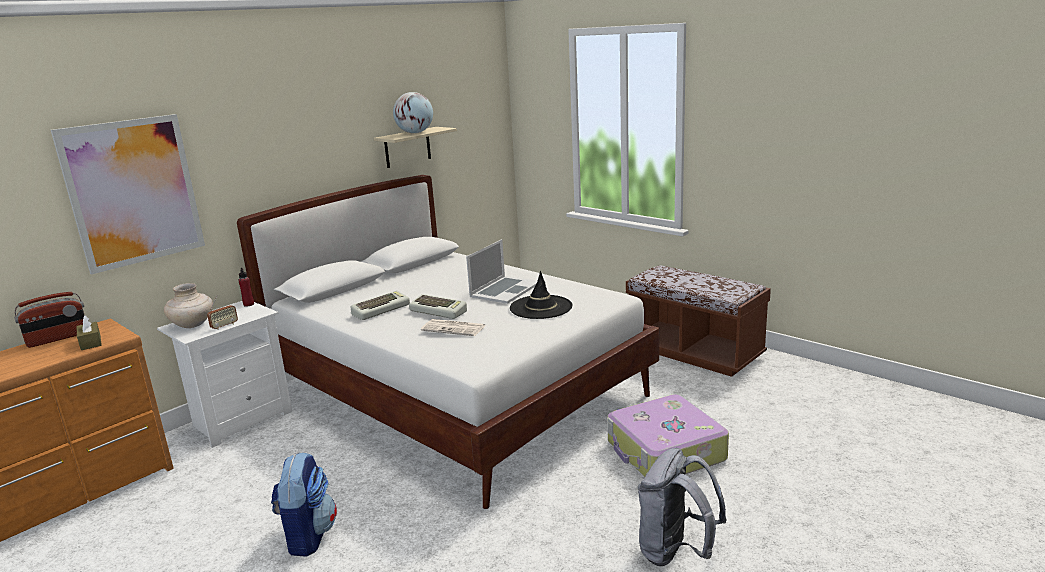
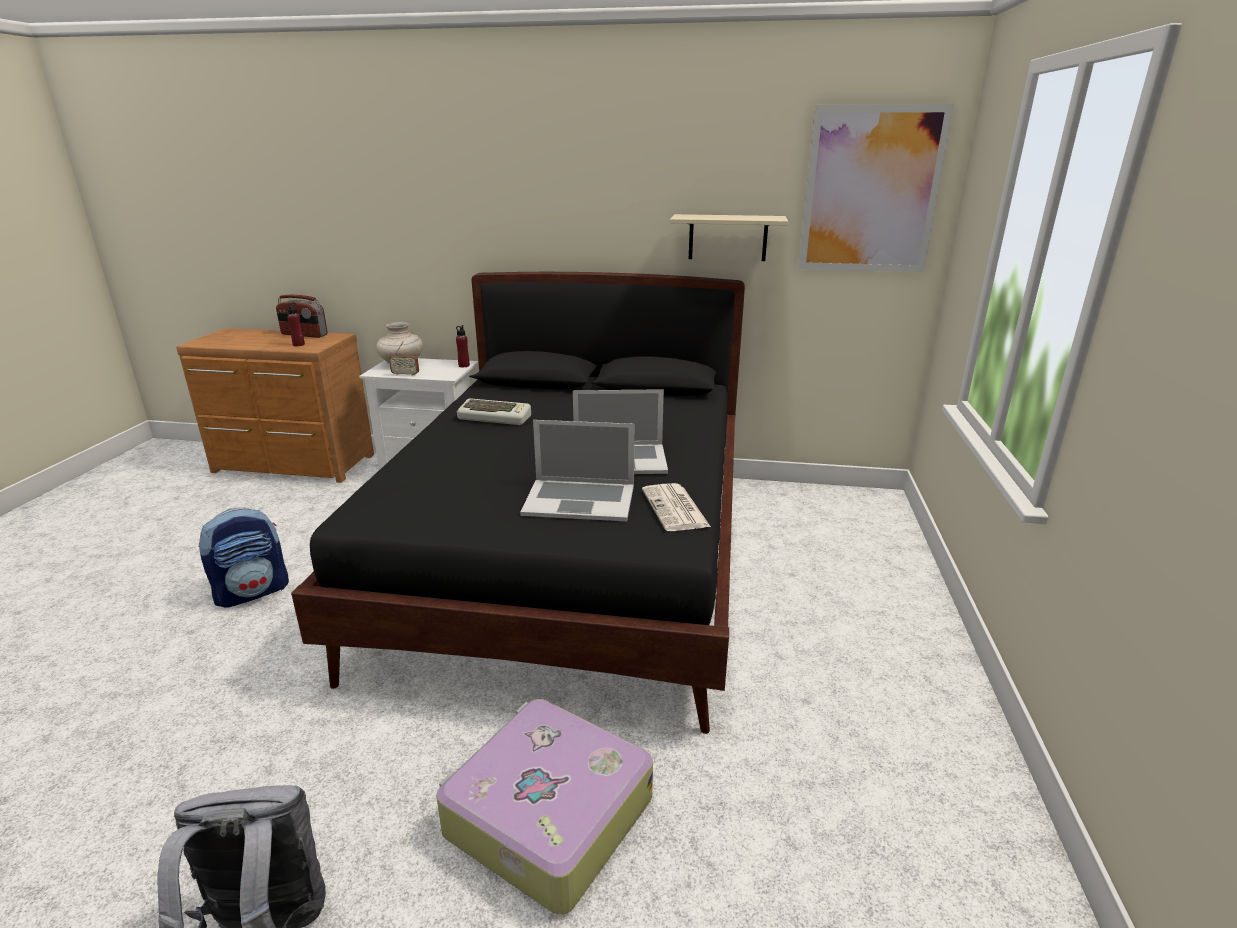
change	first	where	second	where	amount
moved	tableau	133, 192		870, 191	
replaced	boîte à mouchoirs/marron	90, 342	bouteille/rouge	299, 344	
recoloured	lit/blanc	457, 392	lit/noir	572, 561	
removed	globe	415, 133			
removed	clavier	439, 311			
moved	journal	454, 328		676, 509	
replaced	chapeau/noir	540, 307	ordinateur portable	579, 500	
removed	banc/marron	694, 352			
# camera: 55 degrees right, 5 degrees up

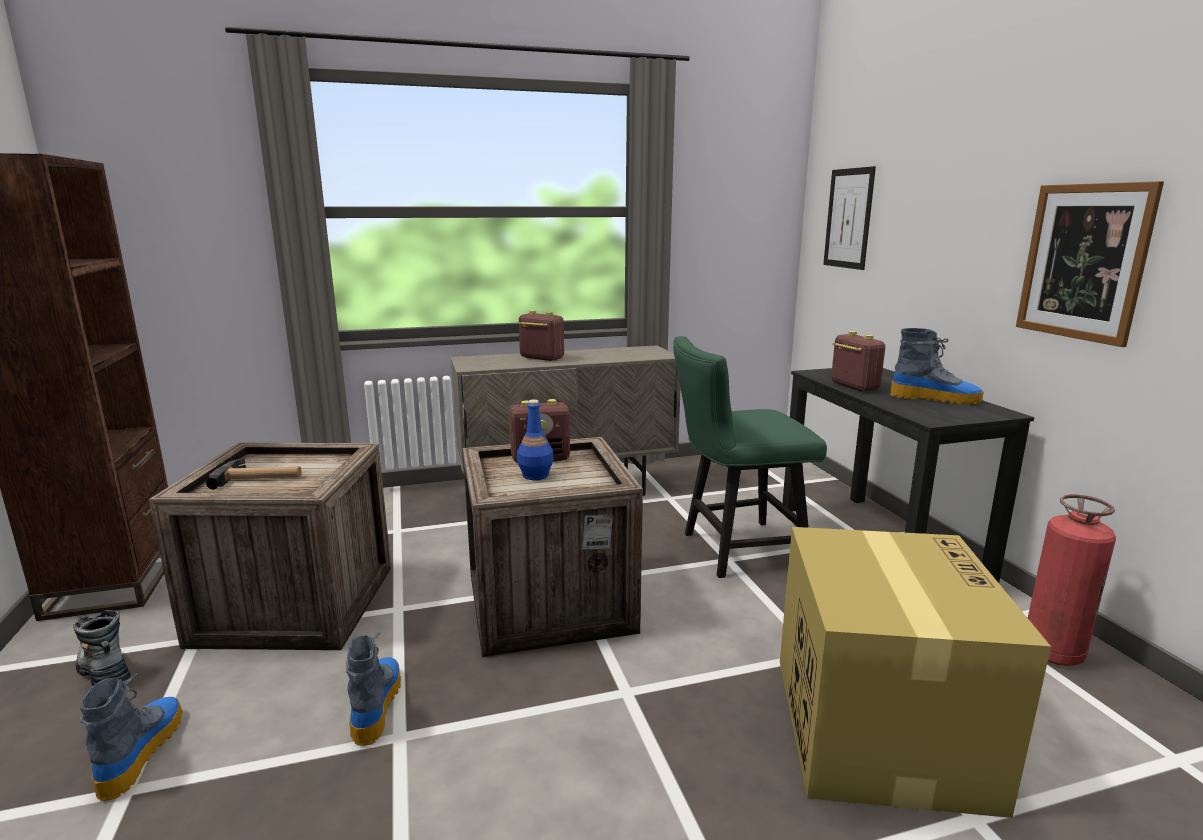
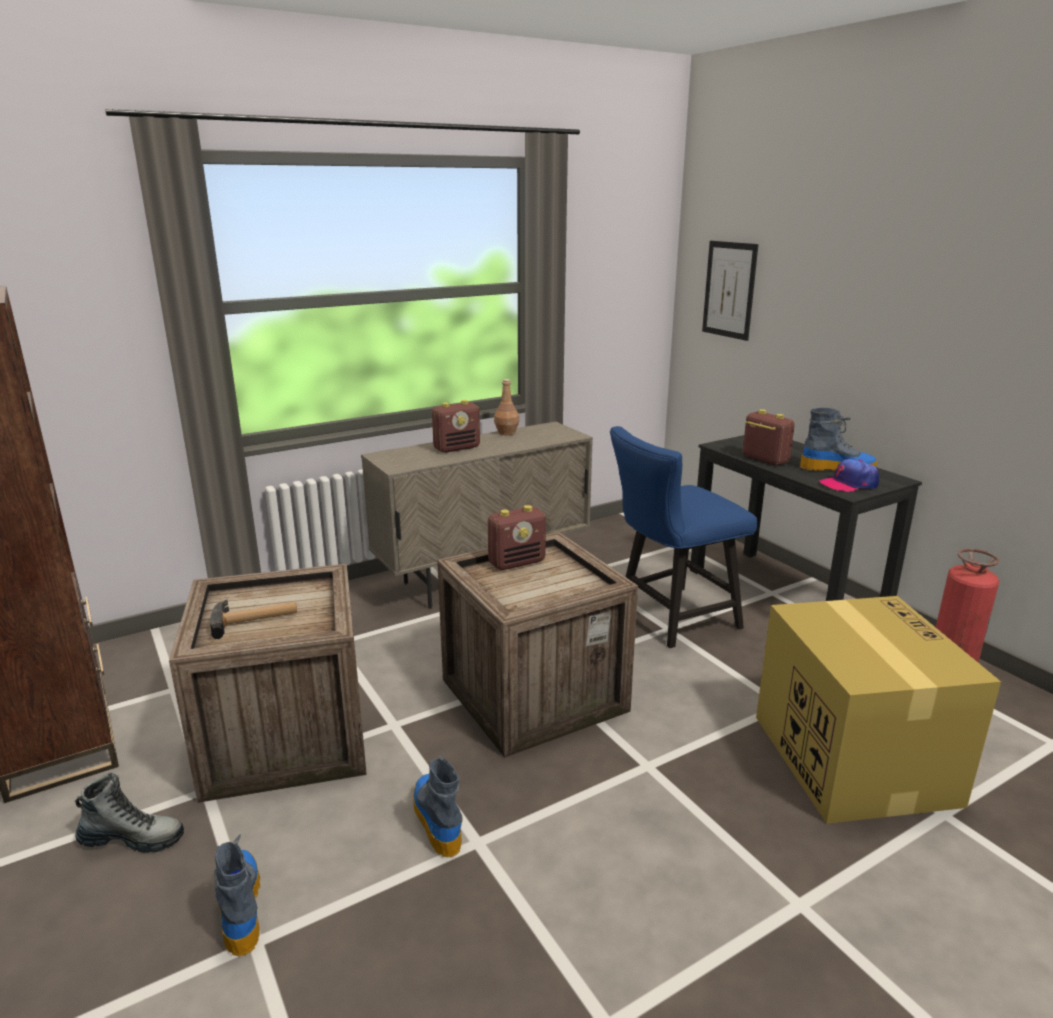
change	first	where	second	where	amount
turned	botte	104, 670		133, 839	150 degrees clockwise
removed	bouteille/bleu	535, 475			
turned	radio	541, 358		457, 448	135 degrees clockwise
recoloured	chaise/vert	735, 551	chaise/bleu	670, 619	
removed	tableau	1083, 262			
added			bouteille/marron	506, 432	
added			casquette	849, 484	
# camera: 15 degrees left, 5 degrees up

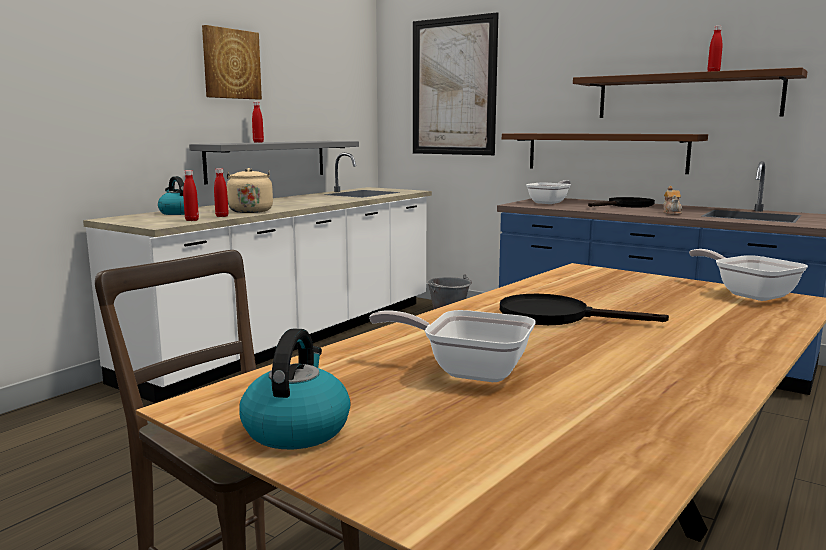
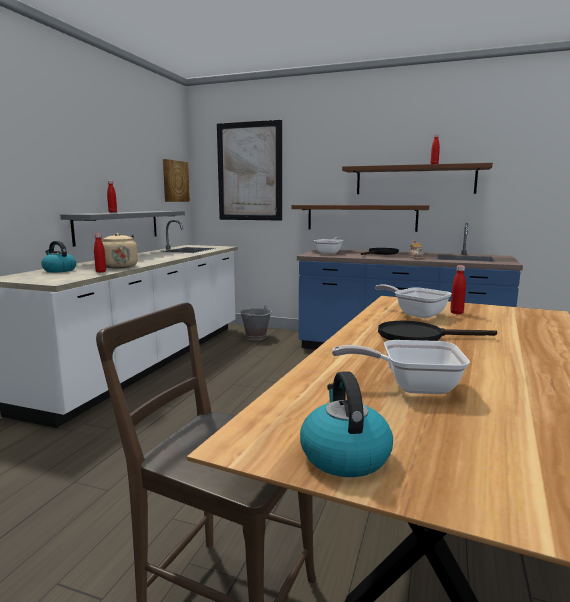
change	first	where	second	where	amount
moved	bouteille/rouge	192, 220		456, 313	
moved	tableau	231, 64		175, 181	
moved	poêle	749, 294		416, 314	
# camera: 15 degrees left, 0 degrees up

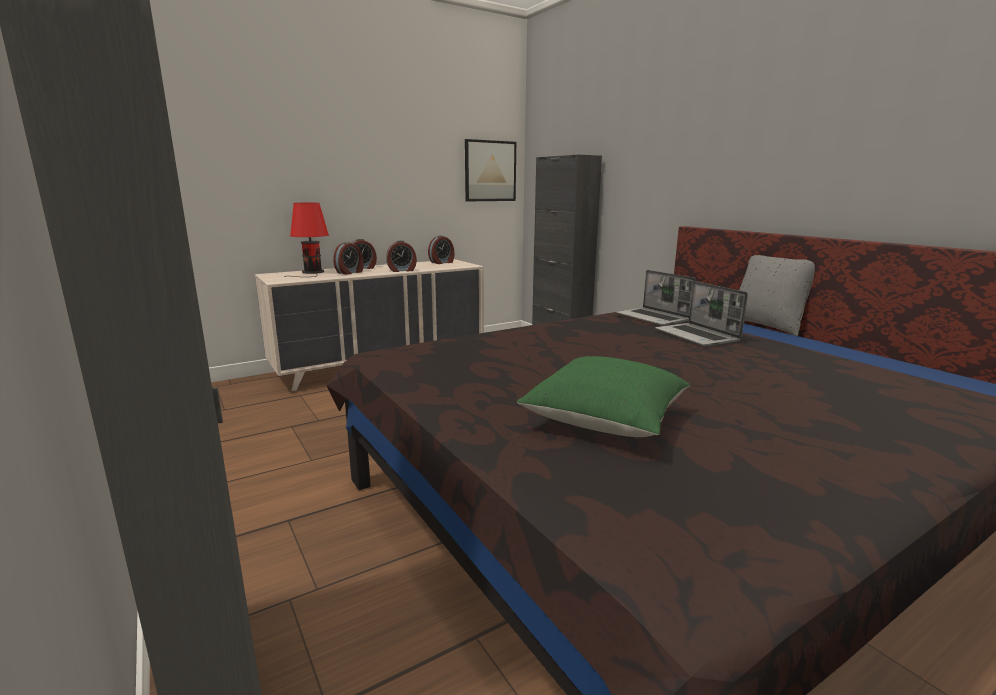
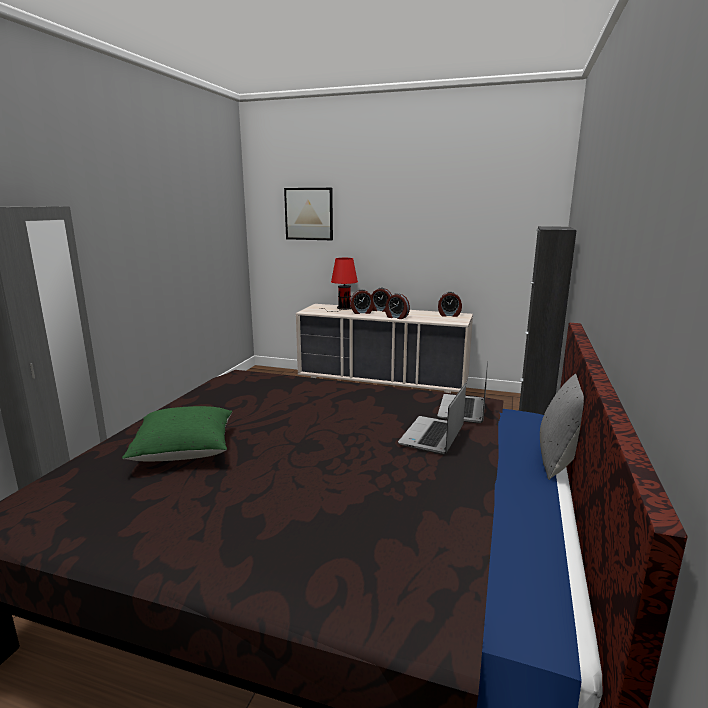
change	first	where	second	where	amount
moved	tableau	490, 171		309, 214	
# camera: 50 degrees right, 0 degrees up

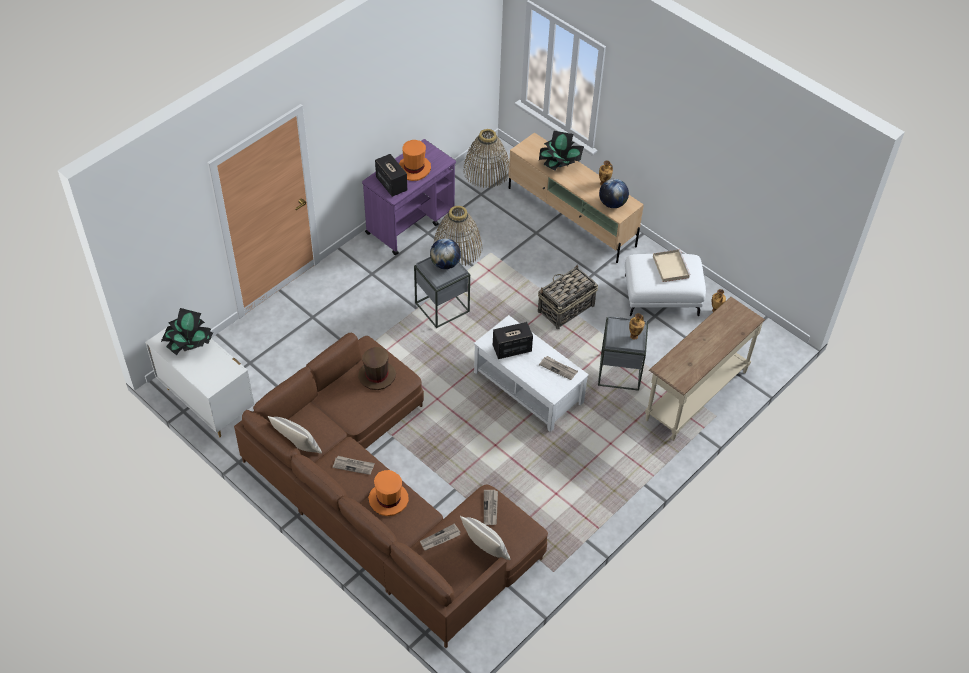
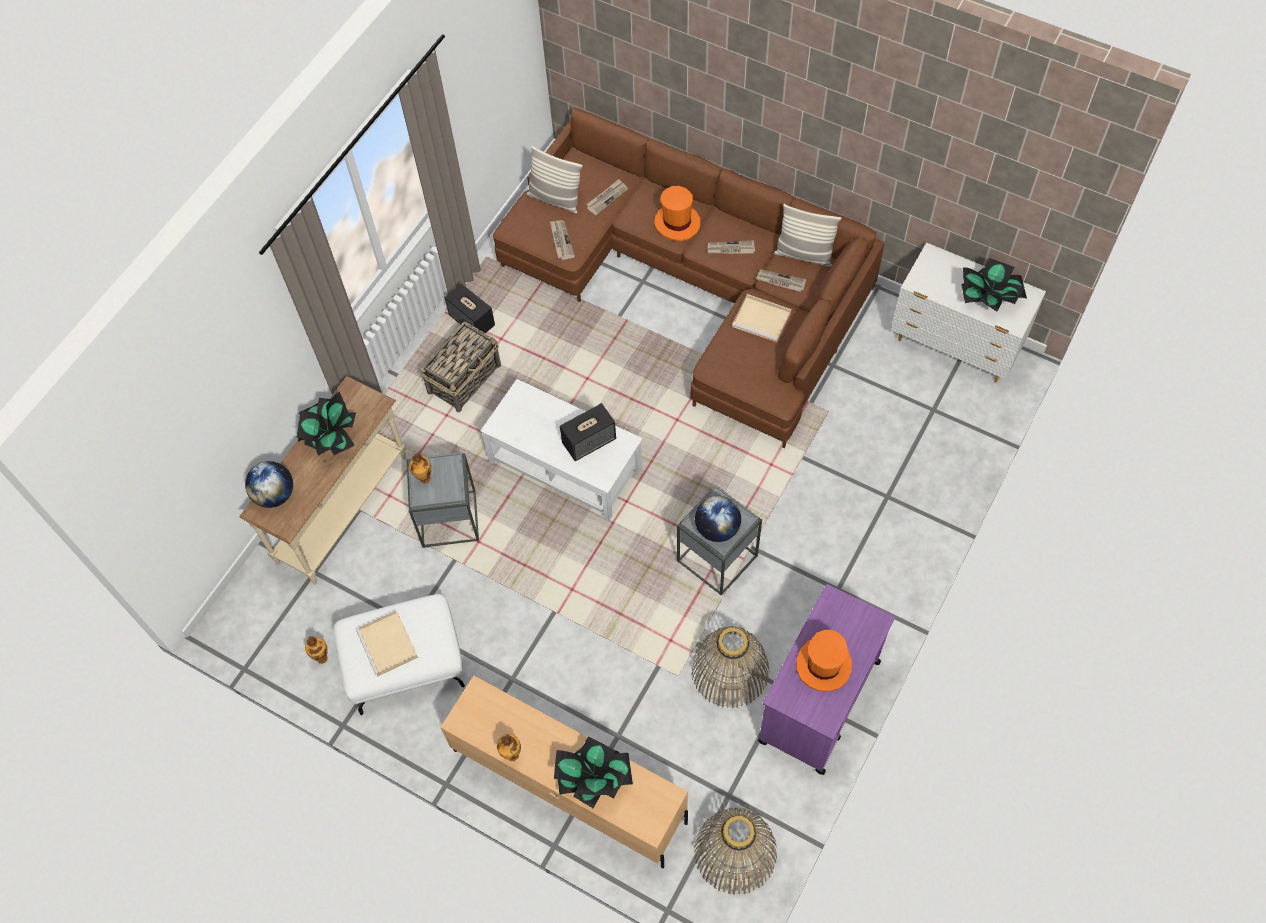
change	first	where	second	where	amount
removed	chapeau/marron	377, 376			
moved	enceinte	391, 184		472, 321	
moved	panier	565, 309		465, 378	
moved	journal	558, 368		780, 281	
moved	globe	612, 203		275, 495	
added			plante en pot	330, 438	
added			plateau/beige	762, 320	
# camera: 170 degrees right, 10 degrees up

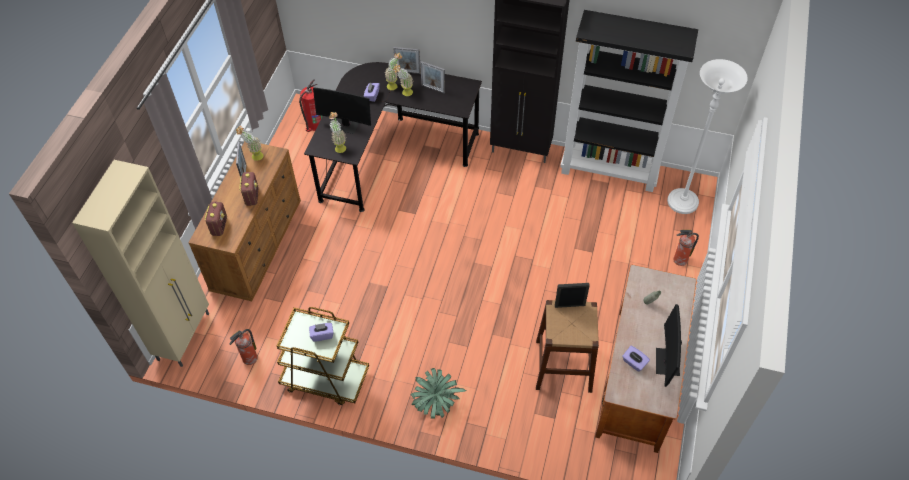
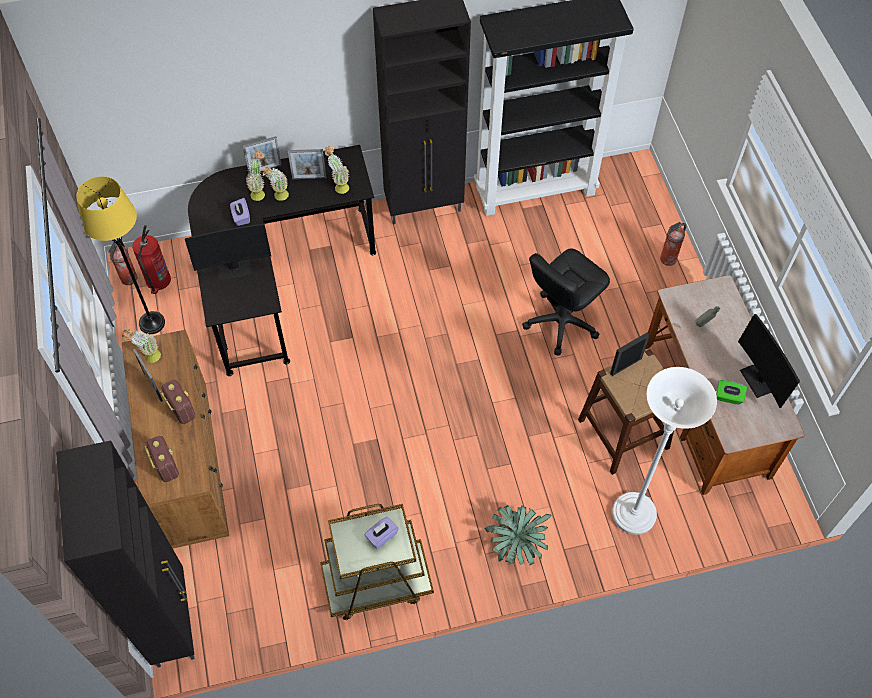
change	first	where	second	where	amount
recoloured	meuble de rangement/beige	184, 335	meuble de rangement/noir	171, 619	
moved	extincteur	249, 359		128, 279	
moved	plante en pot	339, 146		338, 186	
recoloured	boîte à mouchoirs/violet	634, 363	boîte à mouchoirs/vert	728, 397	
moved	lampadaire/blanc	682, 202		633, 514	
added			lampadaire/jaune	152, 323	
added			chaise de bureau/noir	561, 322	
# camera: 30 degrees left, 5 degrees up

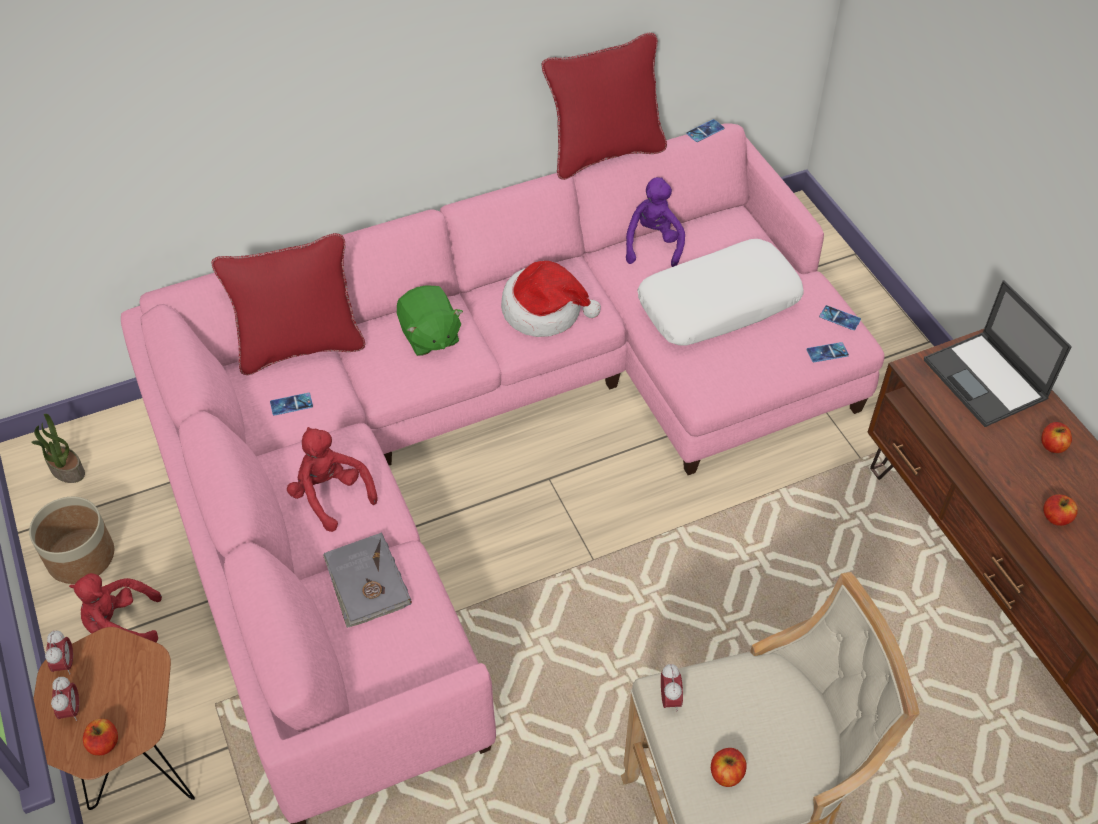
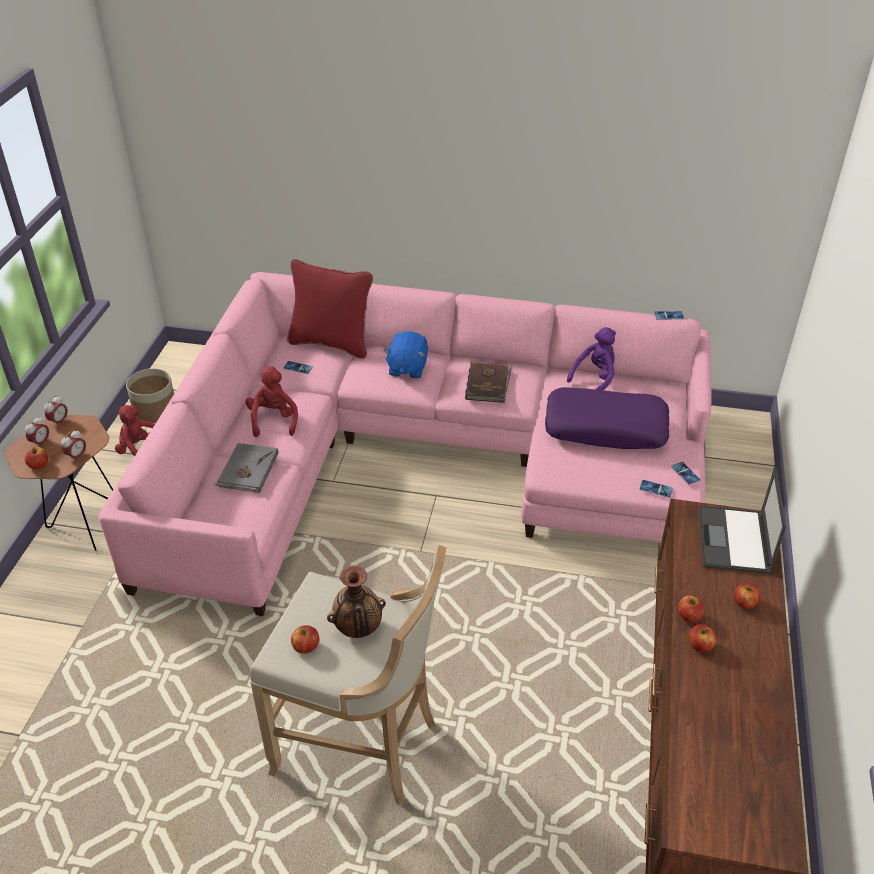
change	first	where	second	where	amount
removed	plante en pot	66, 470			
recoloured	peluche/vert	429, 336	peluche/bleu	407, 368	
replaced	chapeau	544, 311	livre/marron	488, 384	
removed	coussin/rouge	604, 153			
recoloured	coussin/blanc	718, 304	coussin/violet	605, 428	
moved	réveil	669, 699		77, 456	
added			vase	358, 628	
added			pomme	689, 616	
# camera: 35 degrees right, 10 degrees down

